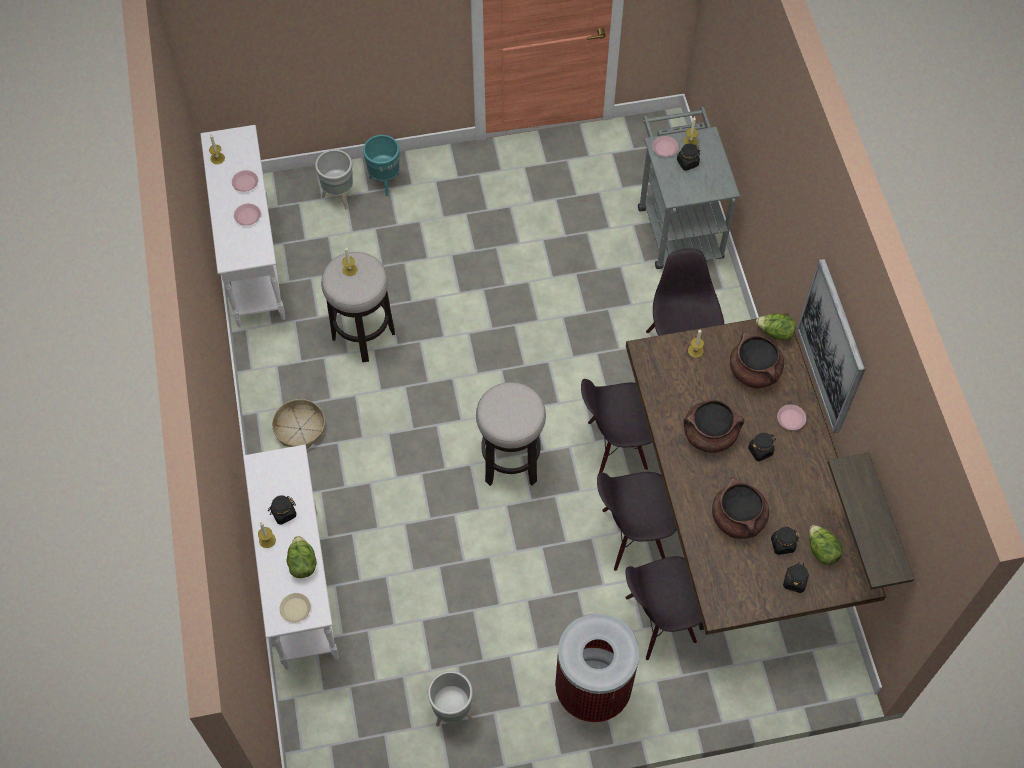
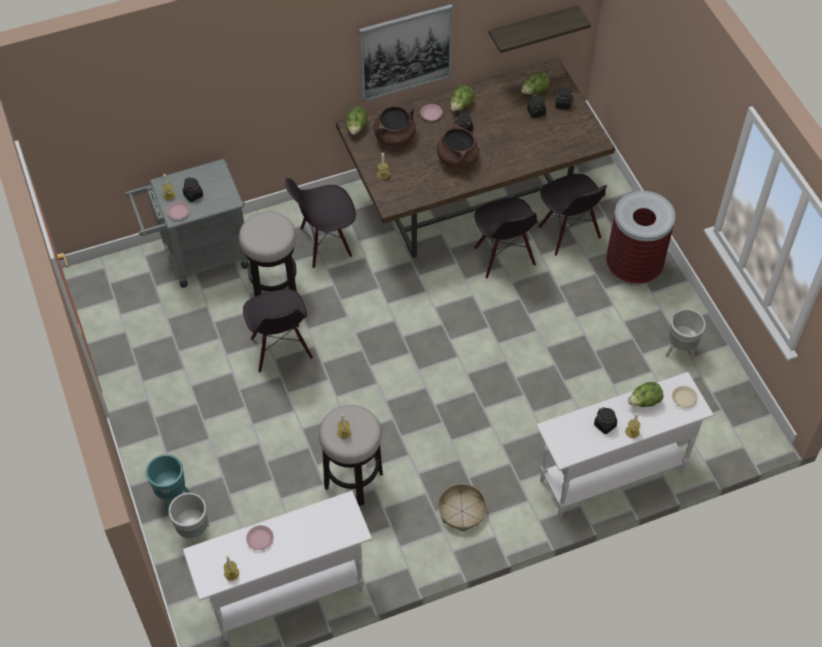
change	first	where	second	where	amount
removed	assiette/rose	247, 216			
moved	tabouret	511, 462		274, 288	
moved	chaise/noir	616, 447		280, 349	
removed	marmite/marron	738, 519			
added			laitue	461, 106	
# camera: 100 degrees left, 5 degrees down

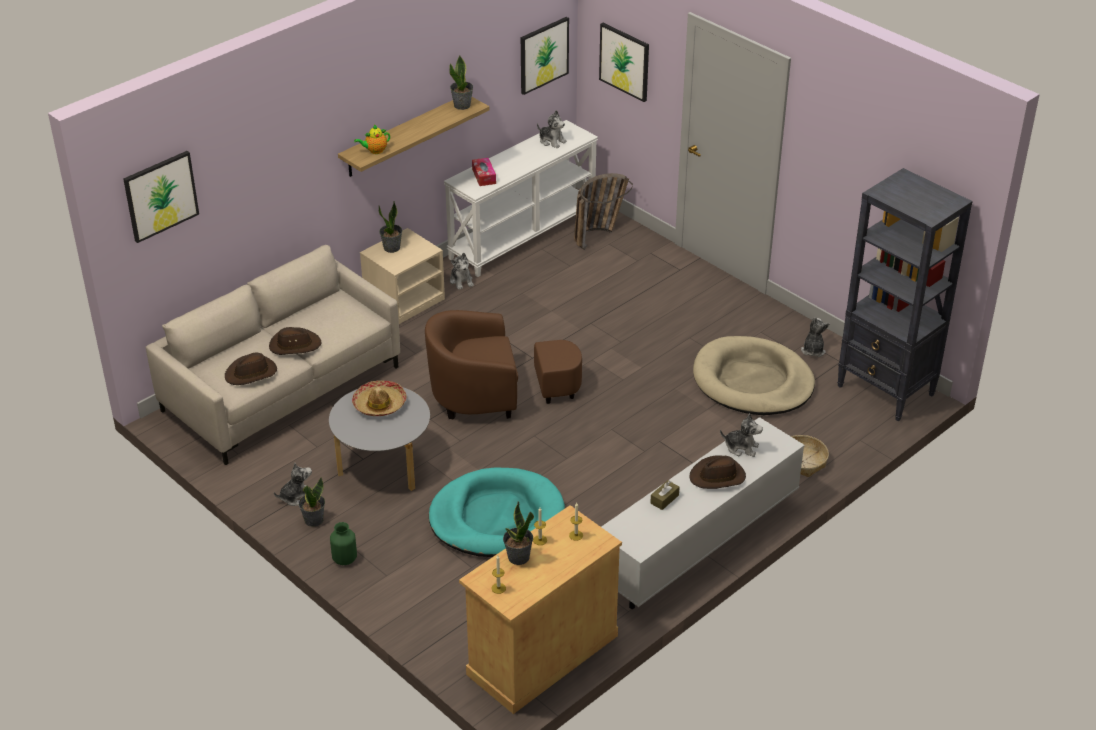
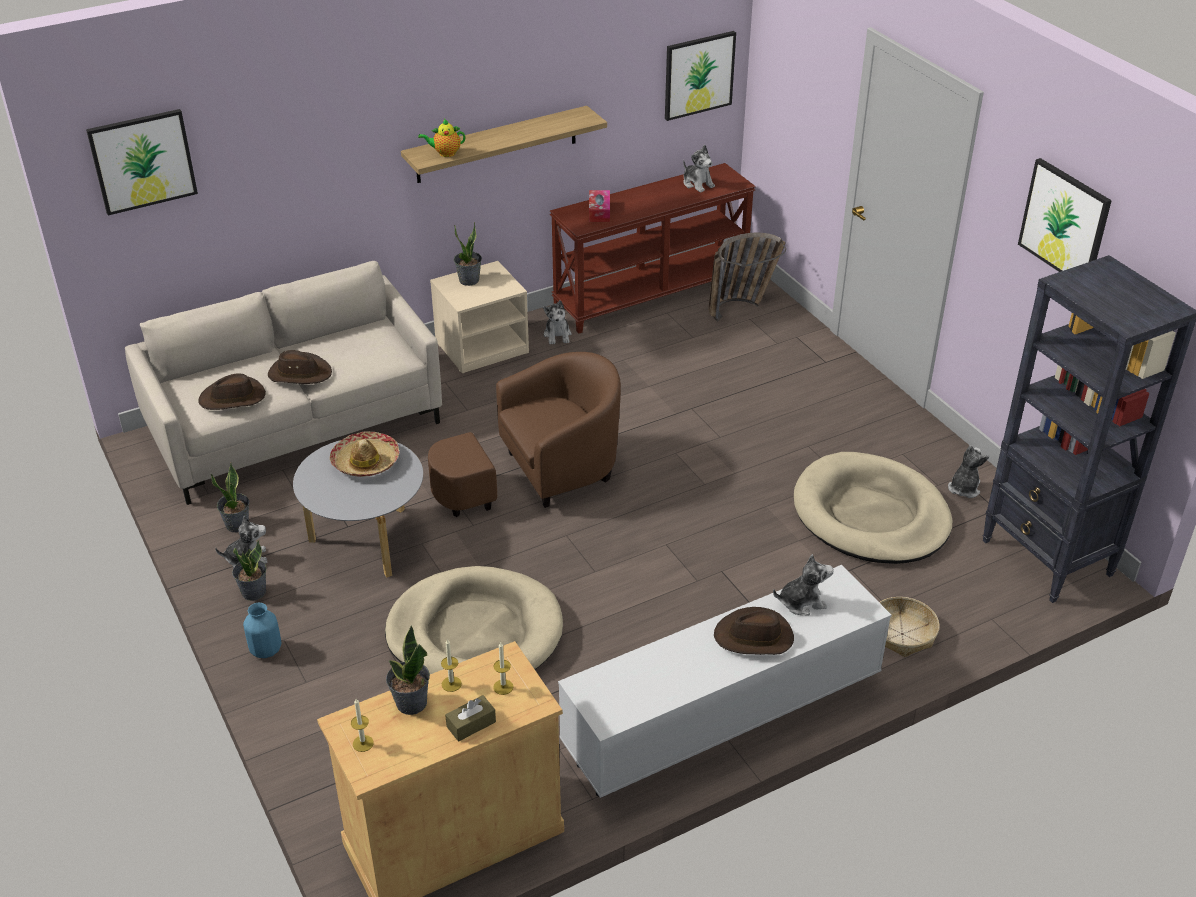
change	first	where	second	where	amount
recoloured	vase/vert	344, 559	vase/bleu	265, 650	
turned	fauteuil/marron	494, 395		538, 476	150 degrees clockwise
recoloured	panier pour chien/turquoise	497, 518	panier pour chien/beige	475, 633	
recoloured	table console/blanc	522, 234	table console/marron	651, 293	
moved	plante en pot	462, 105		237, 525	
moved	tableau	624, 61		1065, 222	
moved	boîte à mouchoirs/marron	664, 499		471, 724	
turned	peluche	741, 447		801, 602	45 degrees counterclockwise
# camera: 15 degrees right, 0 degrees up

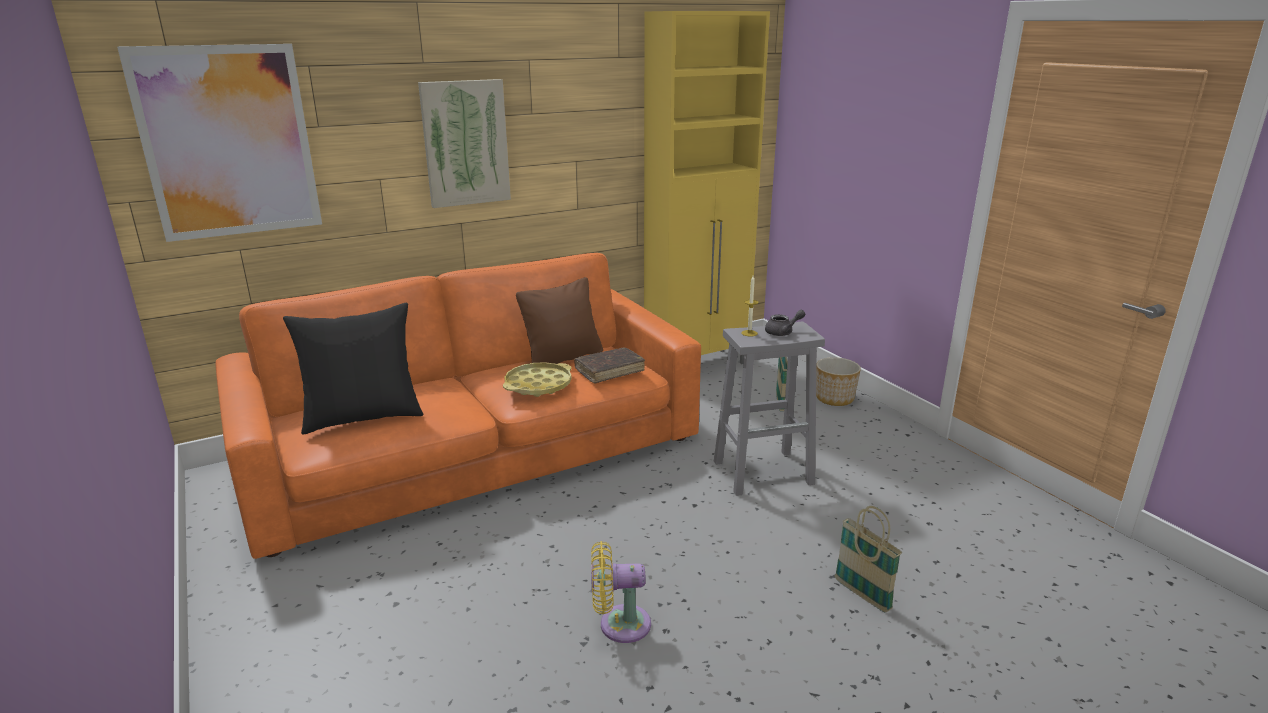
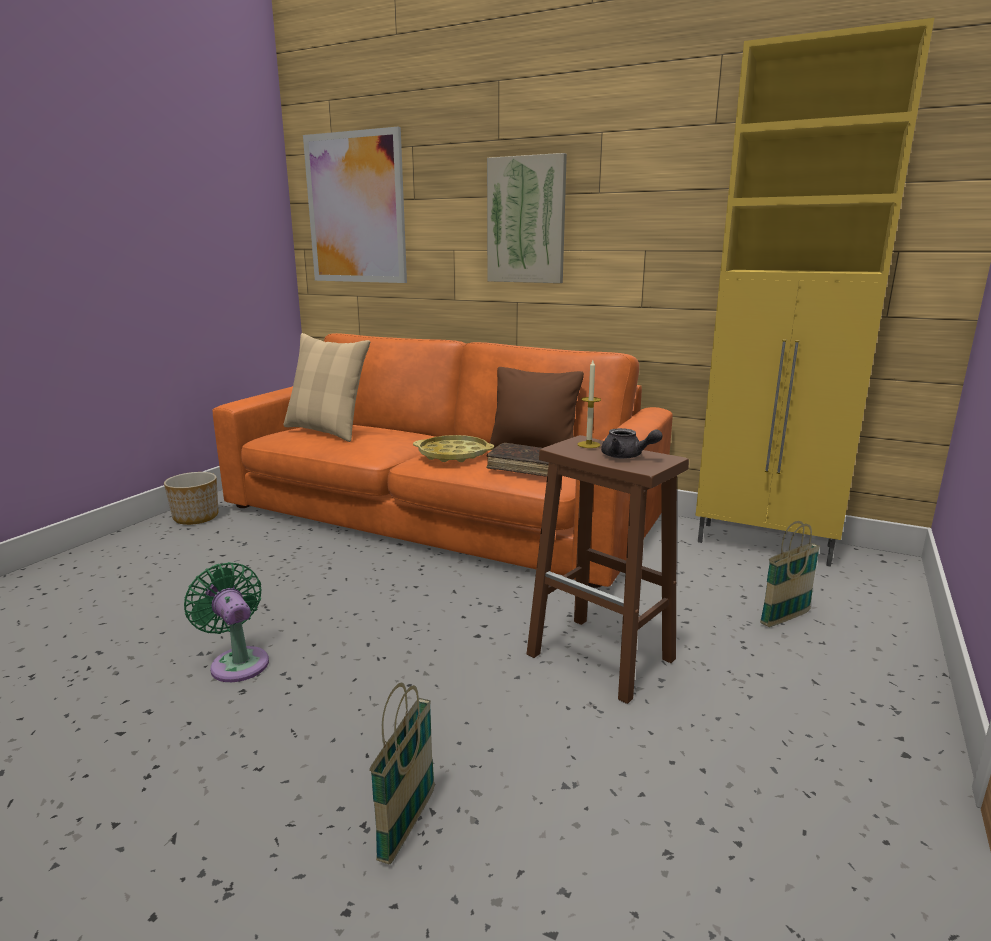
change	first	where	second	where	amount
recoloured	coussin/noir	363, 417	coussin/beige	327, 431	
recoloured	ventilateur/jaune	619, 624	ventilateur/vert	238, 662	
recoloured	tabouret/gris	764, 472	tabouret/marron	603, 657	
moved	cache-pot	835, 398		196, 517	
# camera: 55 degrees right, 5 degrees down

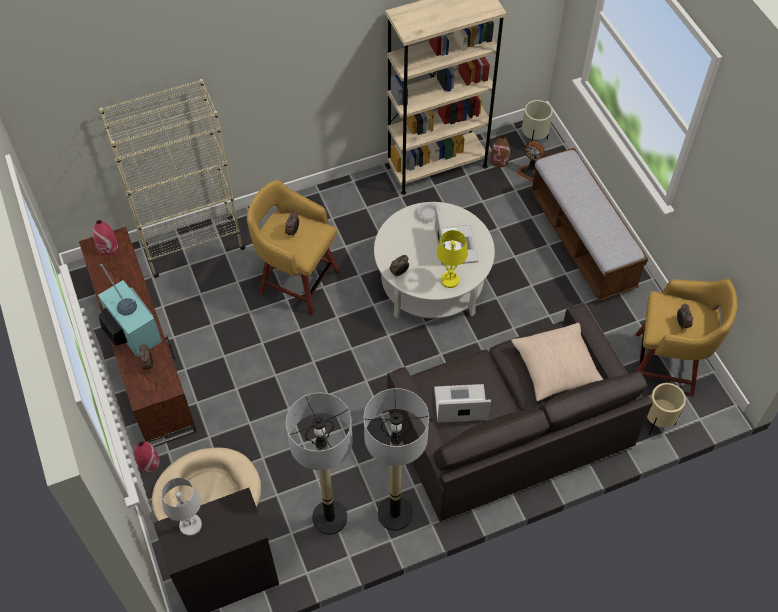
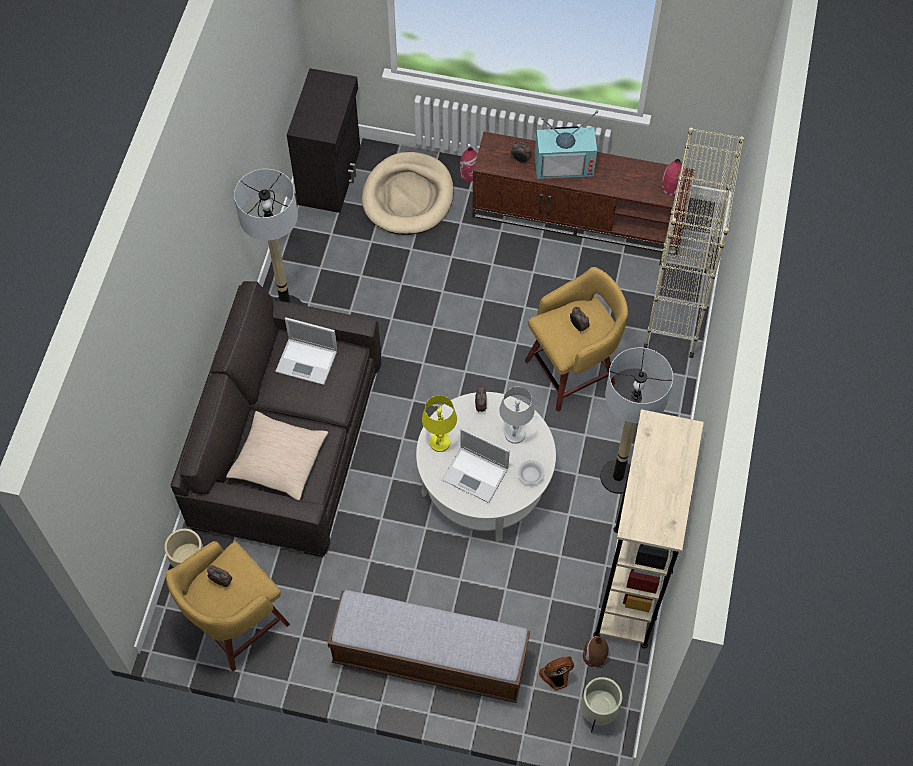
change	first	where	second	where	amount
moved	lampe de table/blanc	190, 525		515, 434	
moved	lampadaire	329, 518		617, 477	
turned	ordinateur portable	459, 404		308, 361	75 degrees clockwise
# camera: 125 degrees right, 5 degrees up

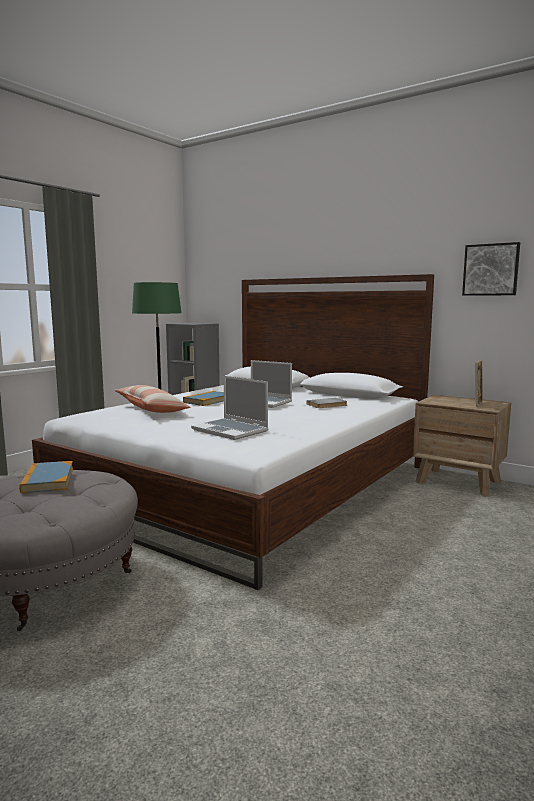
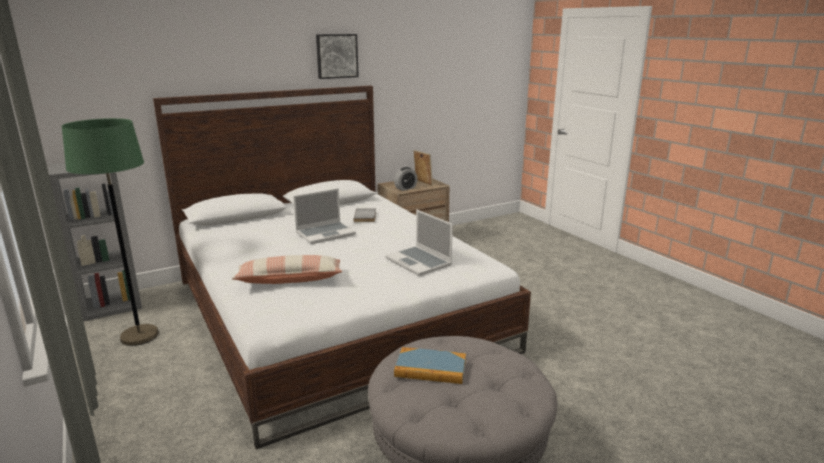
change	first	where	second	where	amount
removed	livre	208, 401			
turned	ordinateur portable	231, 430		419, 262	75 degrees clockwise
moved	tableau	491, 270		336, 56	
added			réveil	405, 188	
# camera: 65 degrees left, 10 degrees up

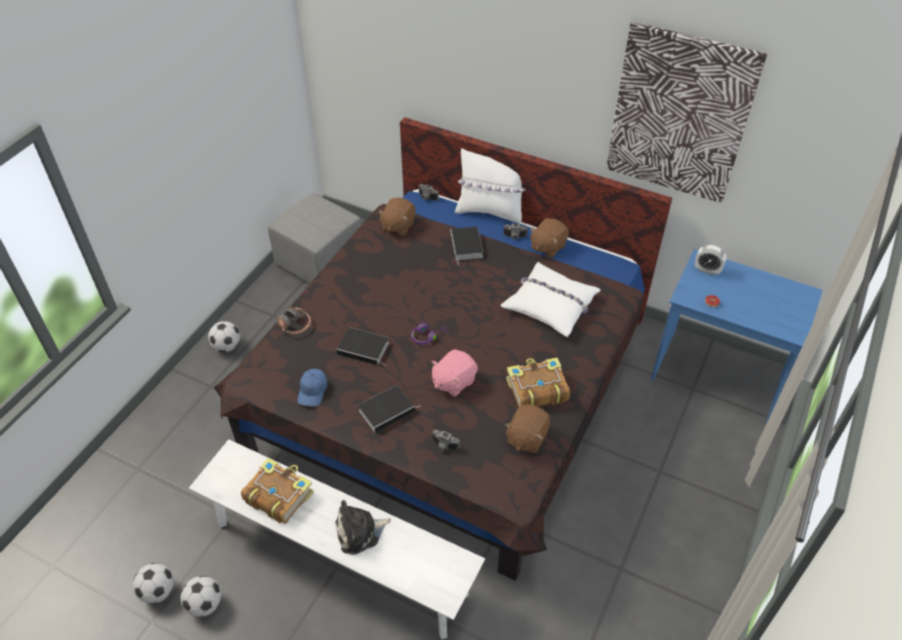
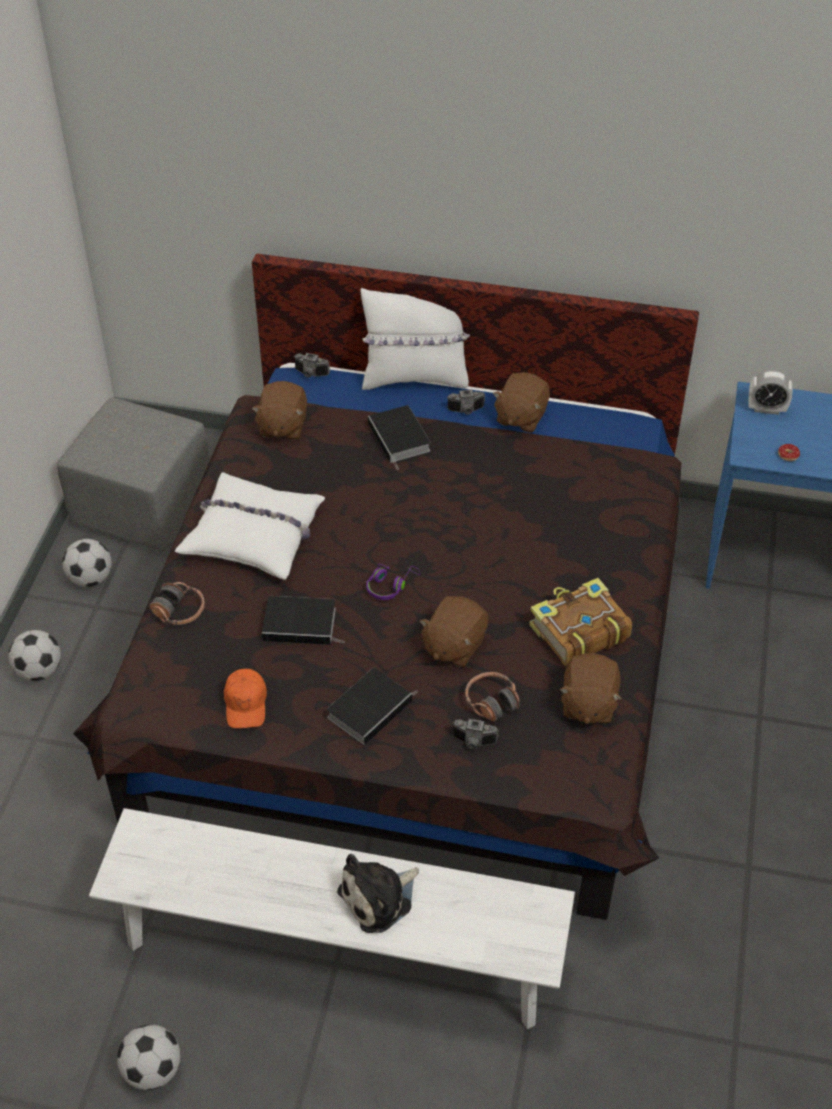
change	first	where	second	where	amount
moved	ballon de foot	158, 591		90, 578	
removed	livre	278, 495			
recoloured	casquette/bleu	313, 391	casquette/orange	246, 704	
recoloured	peluche/rose	453, 381	peluche/marron	453, 645	
moved	coussin/blanc	551, 305		254, 535	
removed	tableau	680, 115			
added			casque audio	491, 702	
# camera: 15 degrees left, 0 degrees up

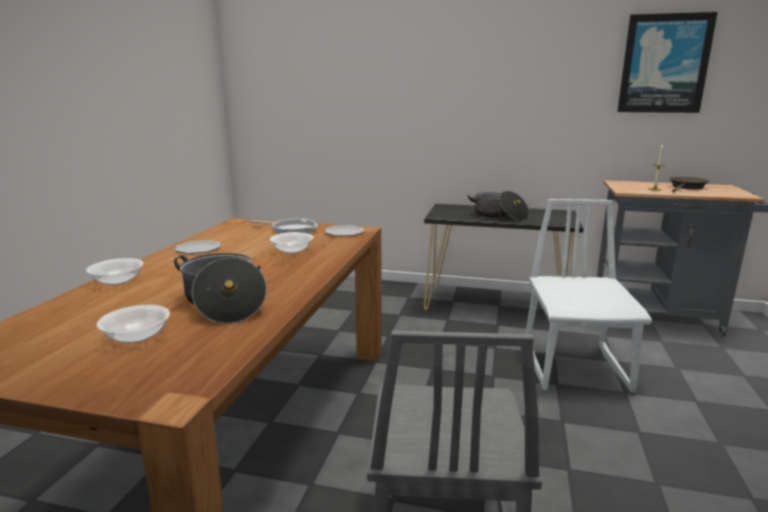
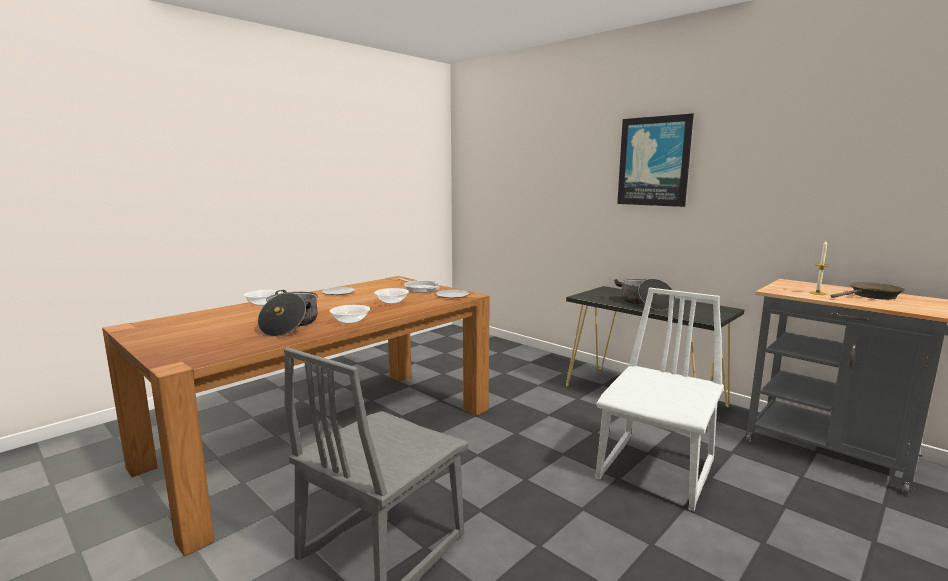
change	first	where	second	where	amount
moved	bol	137, 336		350, 321	
moved	tableau	664, 64		654, 161	
# camera: 30 degrees right, 5 degrees down

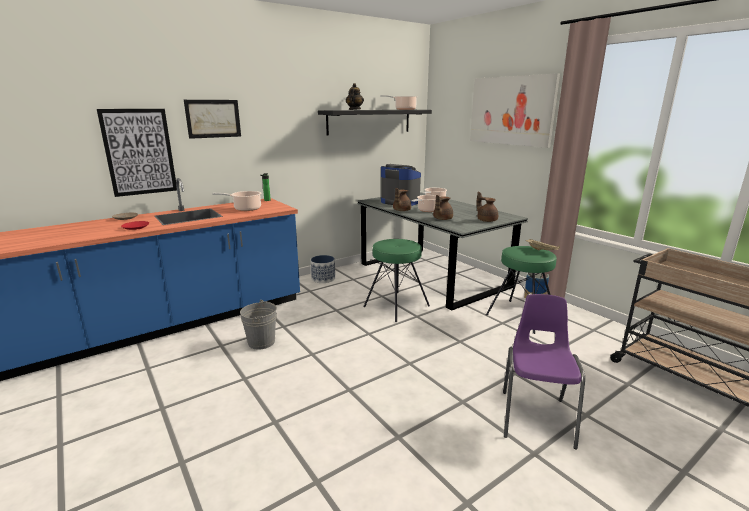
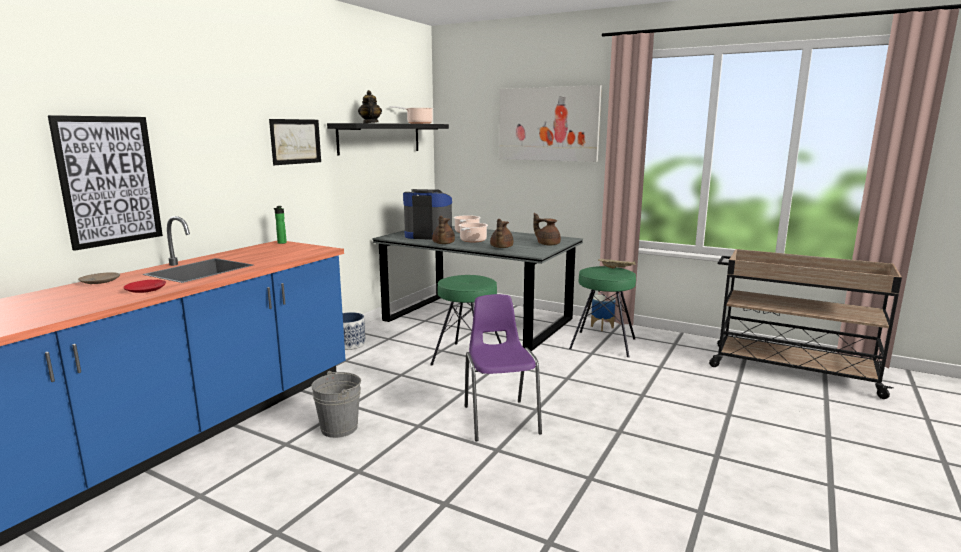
change	first	where	second	where	amount
moved	tableau	213, 118		295, 141	
removed	marmite	245, 209			
moved	chaise/violet	535, 416		500, 419	
# camera: 25 degrees left, 5 degrees down

